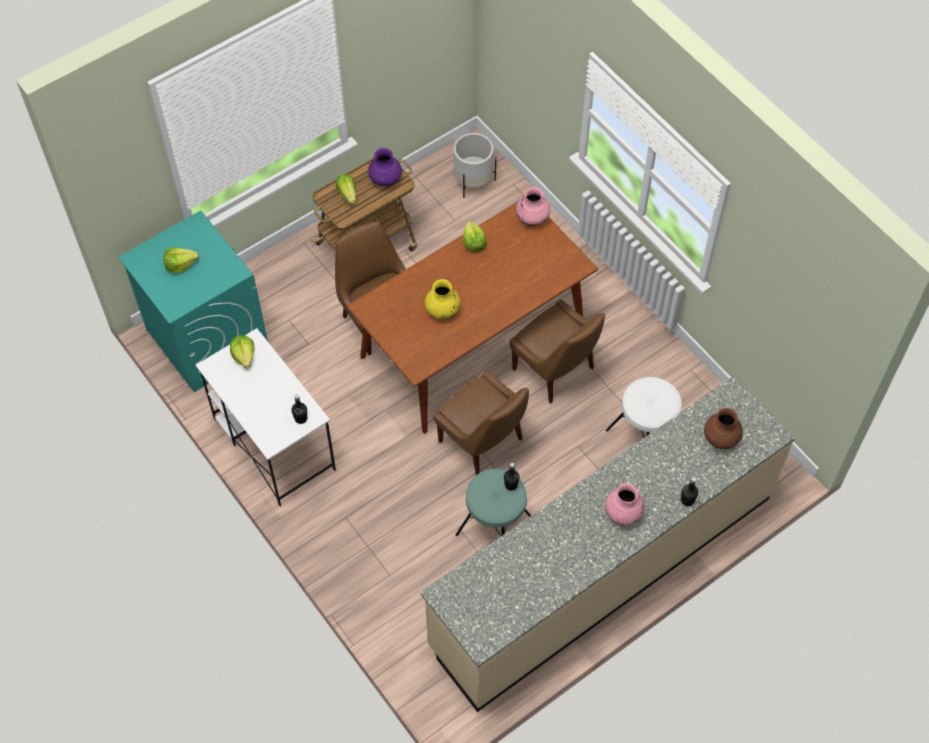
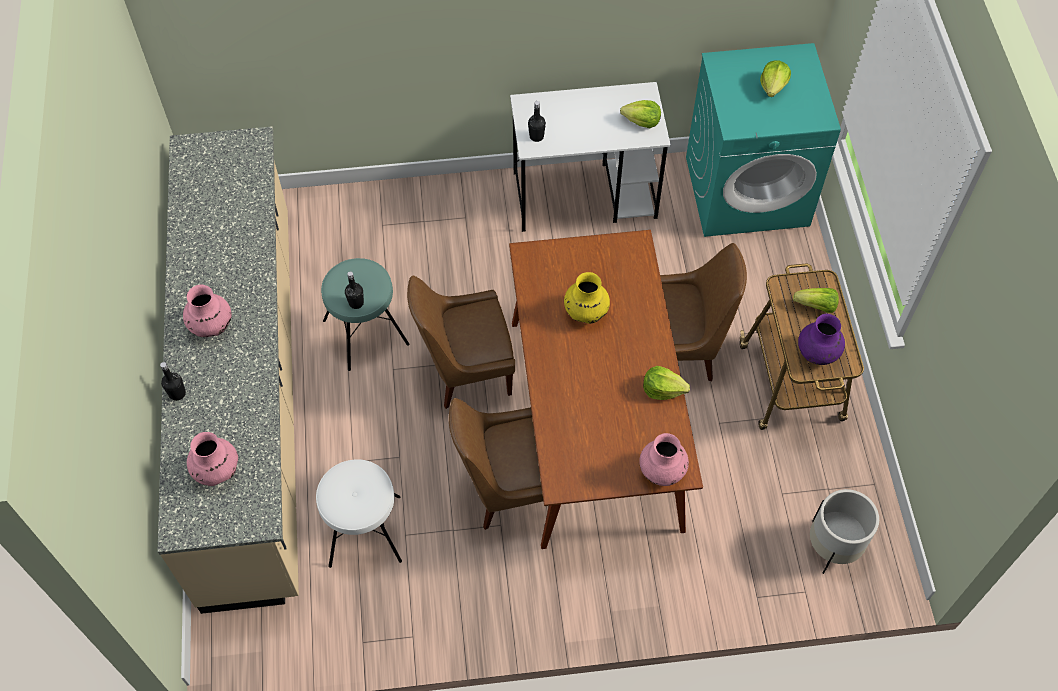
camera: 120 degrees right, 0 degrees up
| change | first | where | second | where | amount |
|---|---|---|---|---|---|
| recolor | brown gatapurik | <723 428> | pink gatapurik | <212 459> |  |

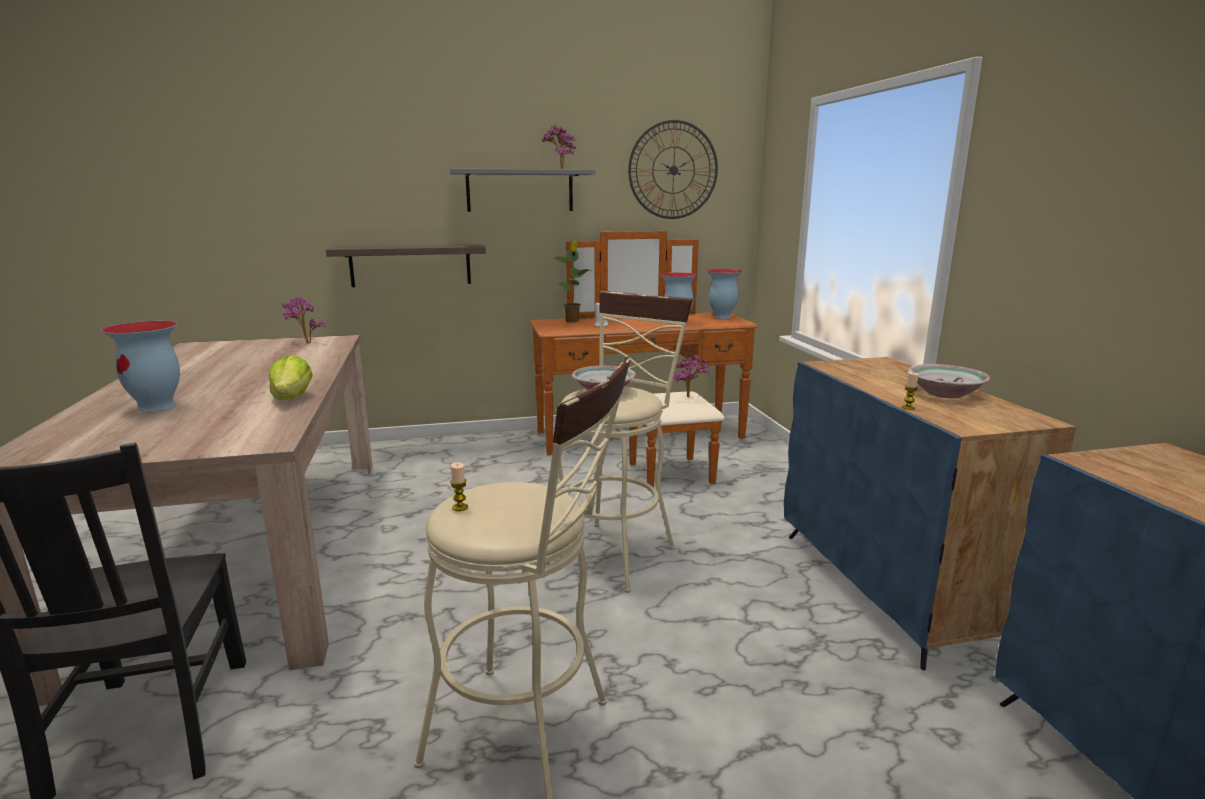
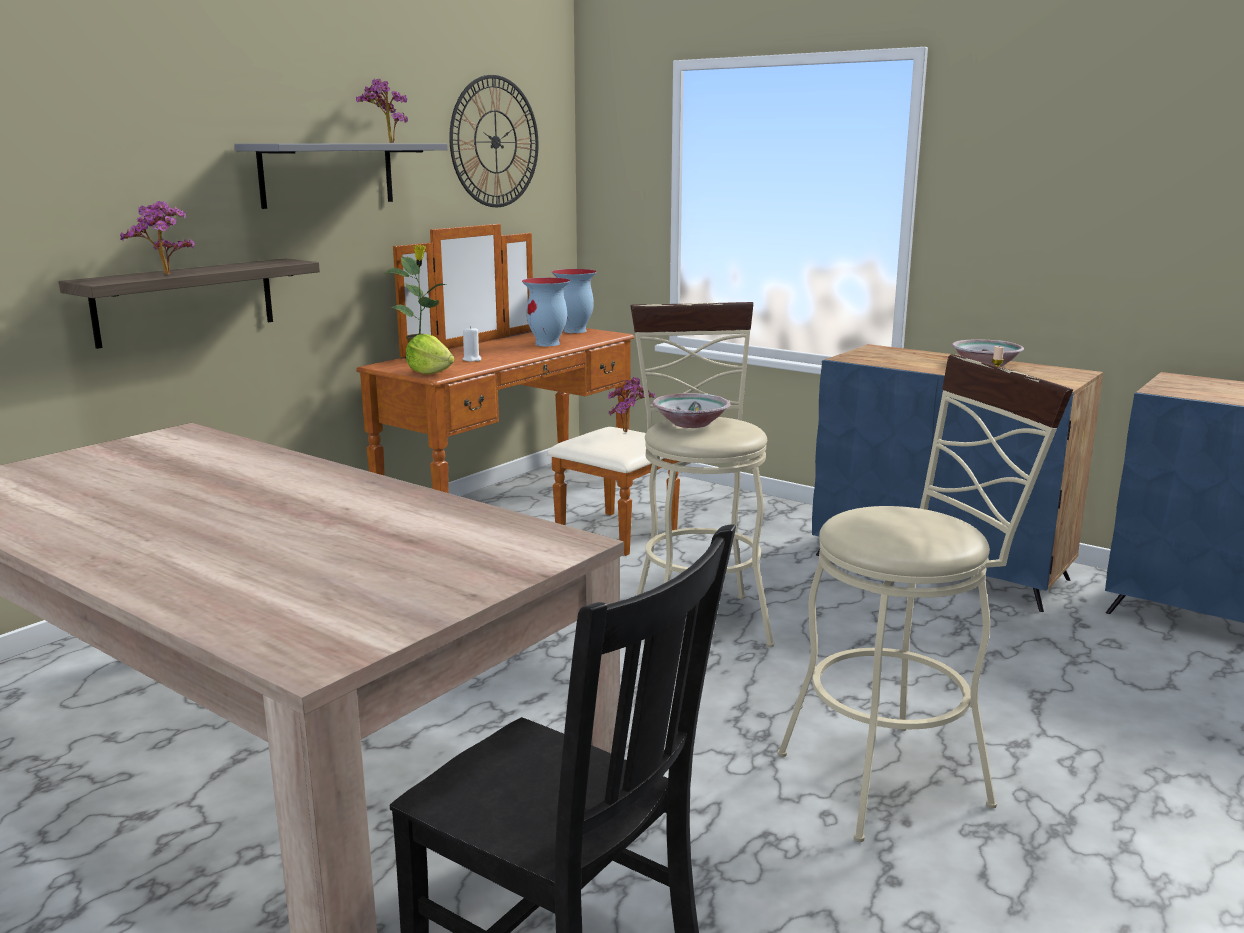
camera: 40 degrees left, 0 degrees up
| change | first | where | second | where | amount |
|---|---|---|---|---|---|
| move | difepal | <304 320> |  | <157 238> |  |
| delete | gatapurik | <140 366> |  |  |  |
| move | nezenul | <291 378> |  | <430 354> |  |
| delete | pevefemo | <459 486> |  |  |  |

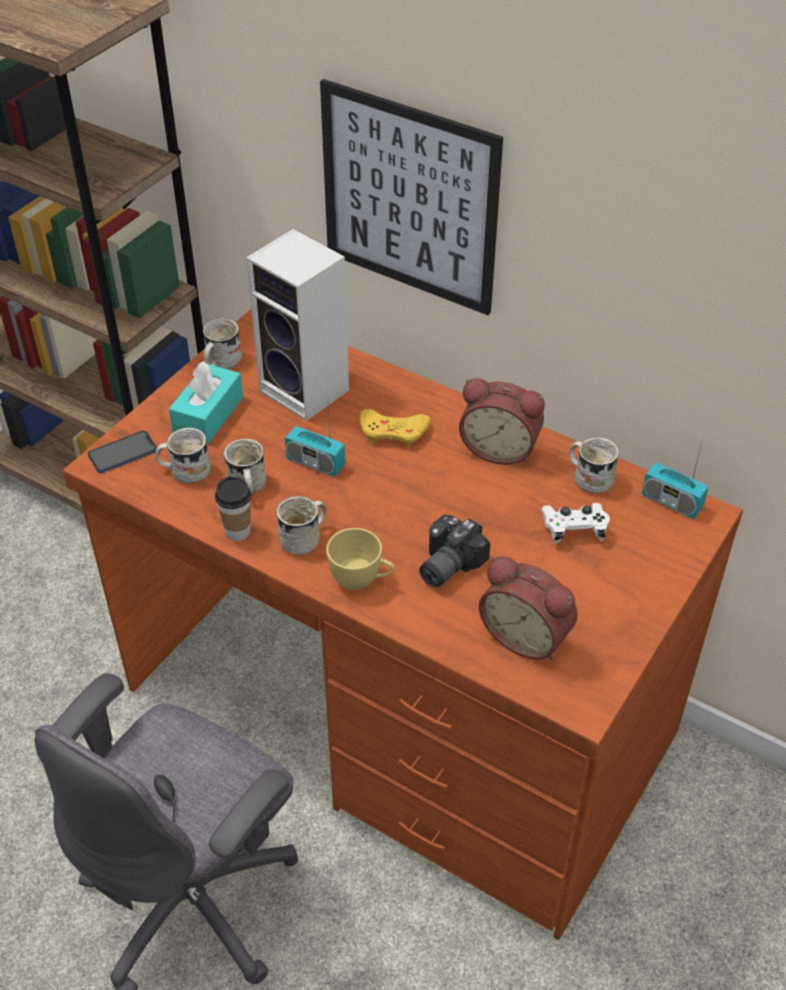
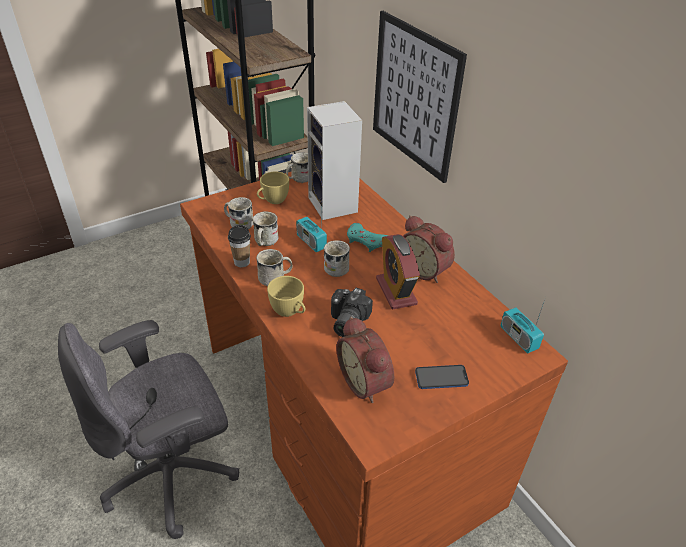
camera: 25 degrees right, 5 degrees down
| change | first | where | second | where | amount |
|---|---|---|---|---|---|
| replace | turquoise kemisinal | <206 402> | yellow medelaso | <273 187> |  |
| recolor | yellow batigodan | <395 428> | turquoise batigodan | <367 237> |  |
| move | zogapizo | <122 452> |  | <442 377> |  |
| move | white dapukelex | <594 465> |  | <337 258> |  |
| delete | white batigodan | <575 523> |  |  |  |
| rotate | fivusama | <454 551> |  | <352 312> | 45 degrees counterclockwise |
| insert |  |  | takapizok | <398 272> |  |

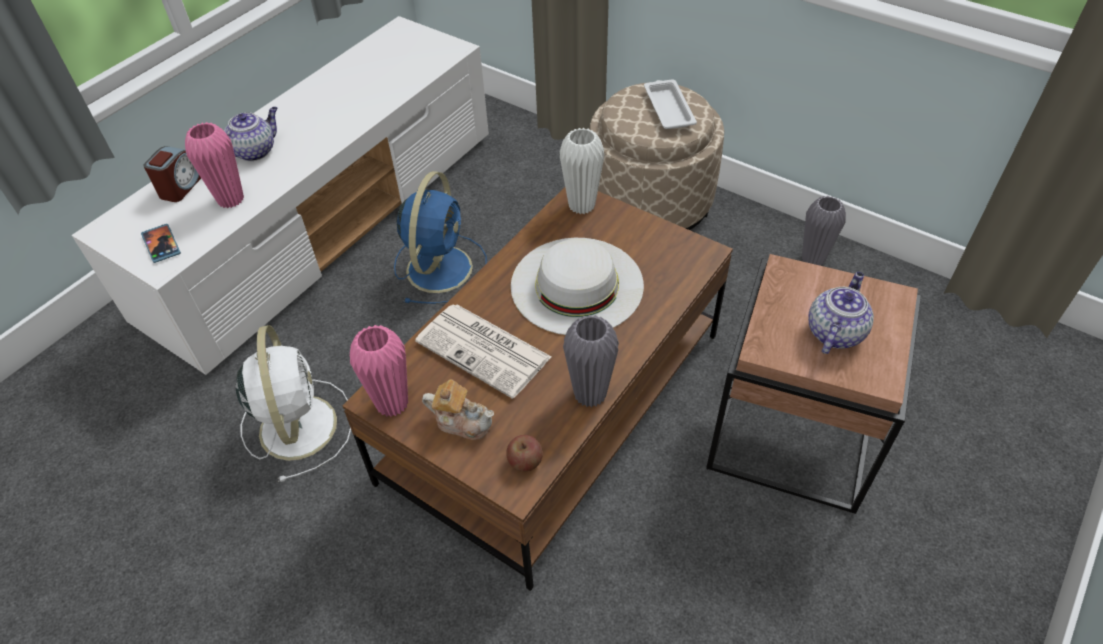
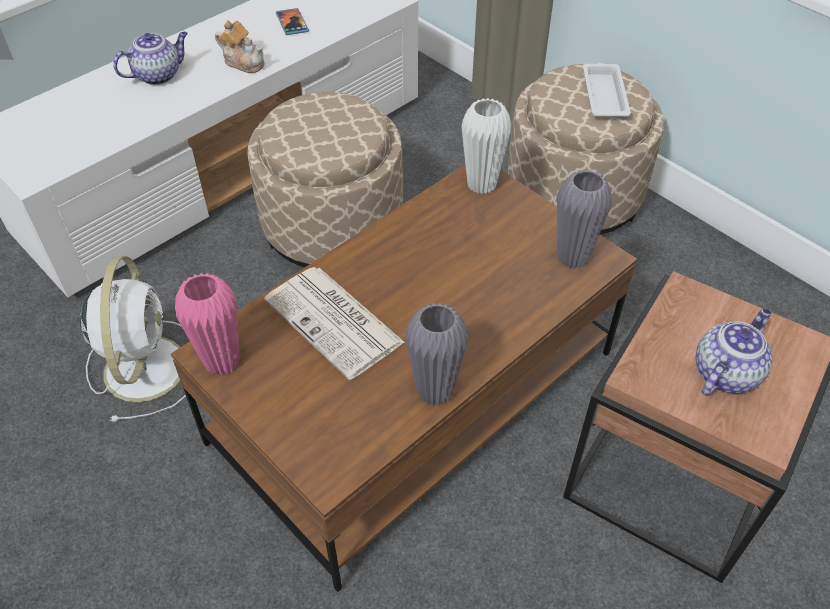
camera: 10 degrees right, 0 degrees up
| change | first | where | second | where | amount |
|---|---|---|---|---|---|
| delete | pink gatapurik | <214 165> |  |  |  |
| delete | takapizok | <172 174> |  |  |  |
| replace | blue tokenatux | <440 237> | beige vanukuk | <325 179> |  |
| move | grey gatapurik | <824 231> |  | <584 219> |  |
| move | zogapizo | <161 243> |  | <292 21> |  |
| delete | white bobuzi | <577 286> |  |  |  |
| move | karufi | <458 409> |  | <240 46> |  |
| delete | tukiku | <524 453> |  |  |  |

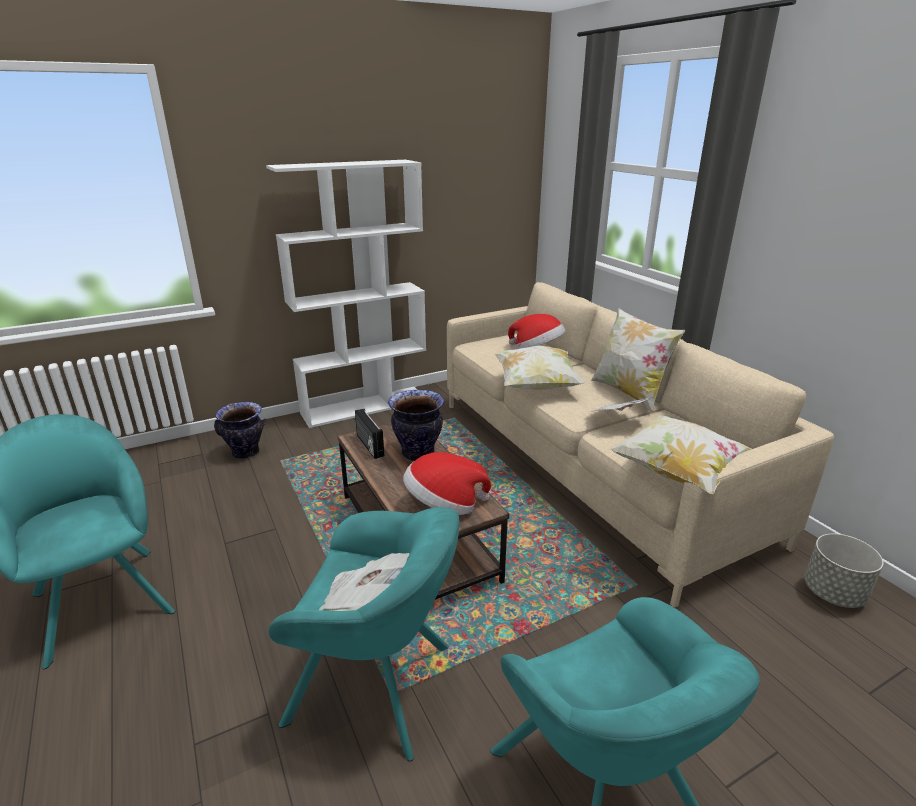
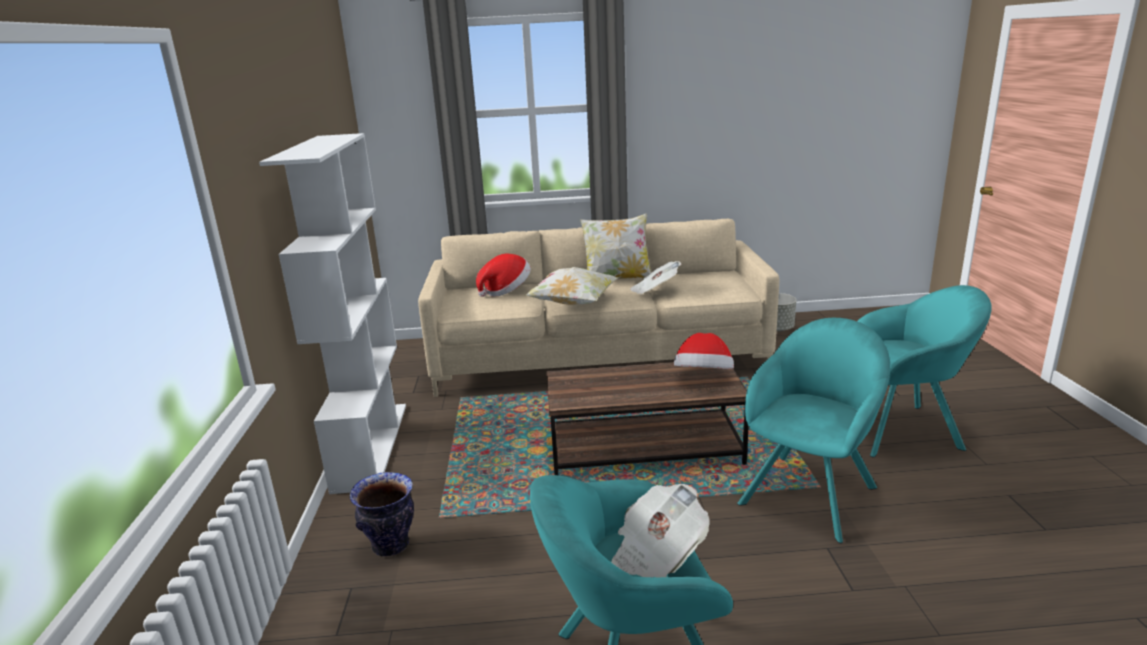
camera: 65 degrees left, 5 degrees down
| change | first | where | second | where | amount |
|---|---|---|---|---|---|
| delete | gatapurik | <416 425> |  |  |  |
| delete | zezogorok | <369 434> |  |  |  |
| delete | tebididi | <680 455> |  |  |  |
| move | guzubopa | <364 582> |  | <660 530> |  |

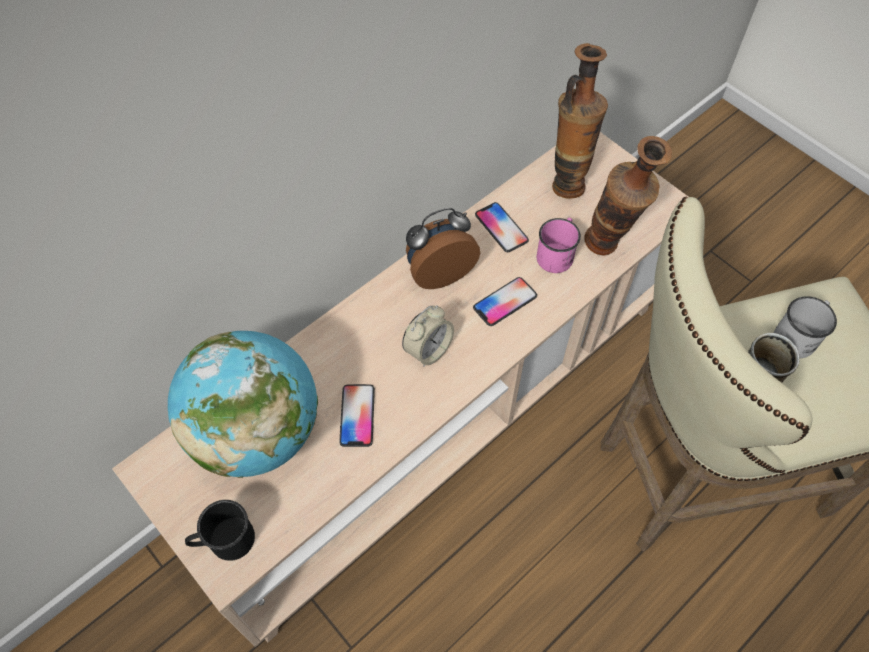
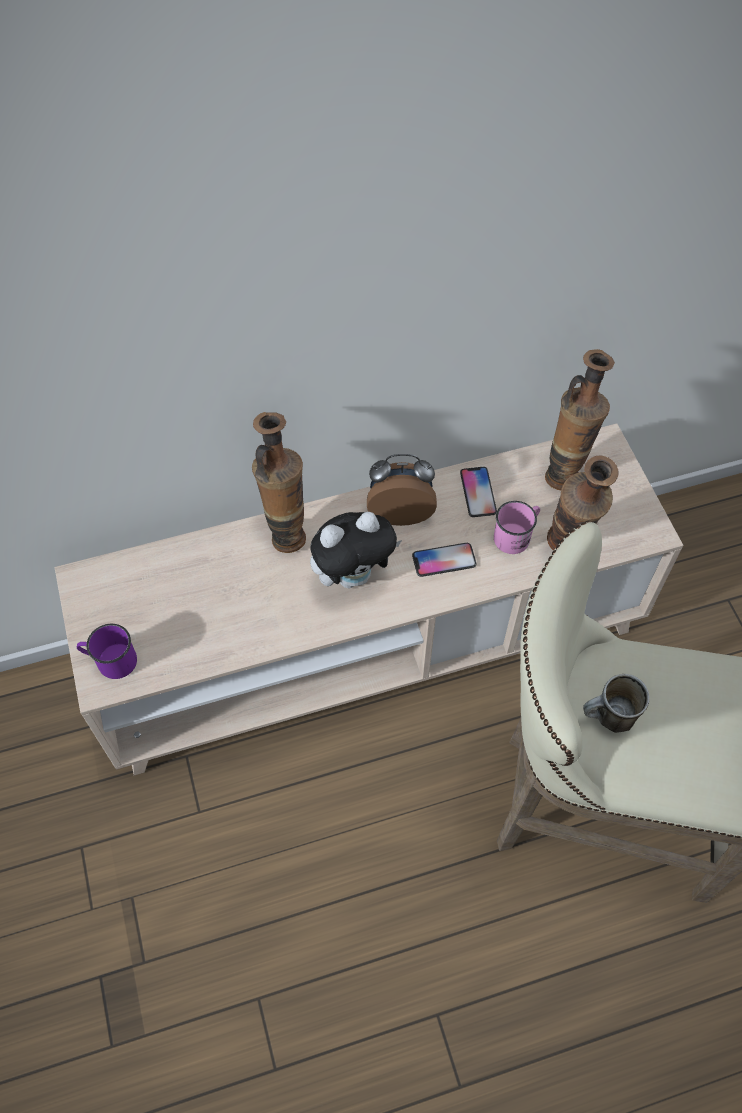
camera: 25 degrees right, 0 degrees up
| change | first | where | second | where | amount |
|---|---|---|---|---|---|
| delete | white dapukelex | <805 327> |  |  |  |
| replace | takapizok | <428 336> | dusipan | <356 550> |  |
| delete | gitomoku | <243 404> |  |  |  |
| delete | zogapizo | <357 415> |  |  |  |
| recolor | black dapukelex | <220 530> | purple dapukelex | <107 651> |  |
| insert |  |  | gatapurik | <279 482> |  |

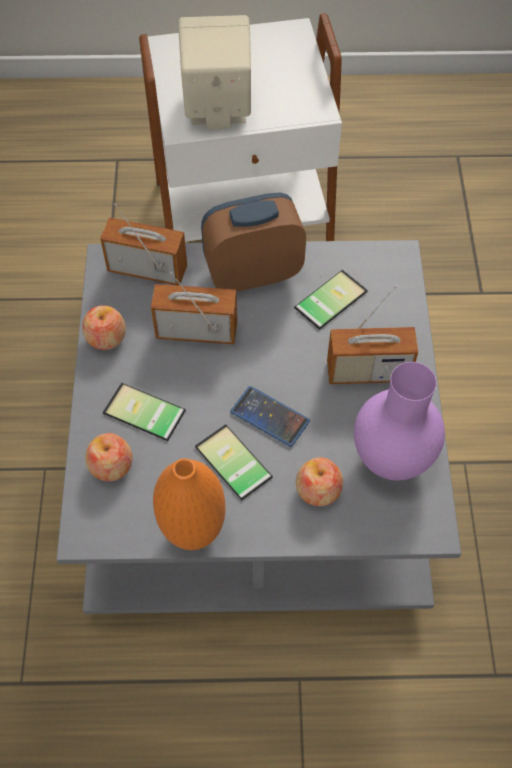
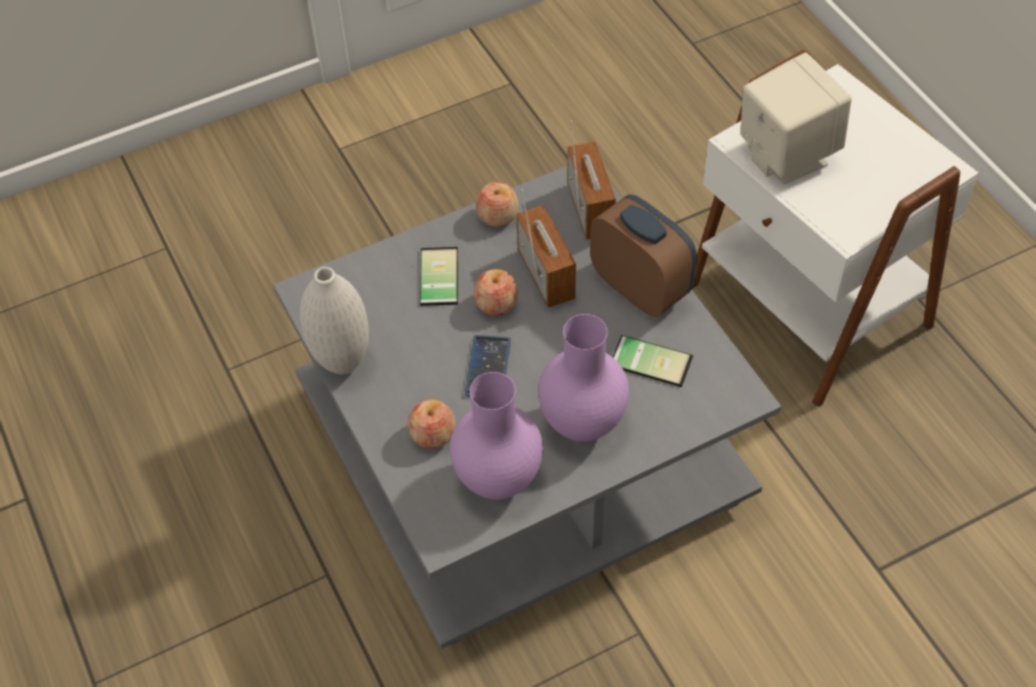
camera: 65 degrees right, 5 degrees down
| change | first | where | second | where | amount |
|---|---|---|---|---|---|
| replace | zezogorok | <372 334> | purple gatapurik | <583 377> |  |
| delete | zogapizo | <234 462> |  |  |  |
| move | tukiku | <109 457> |  | <496 292> |  |
| recolor | orange gatapurik | <189 504> | white gatapurik | <334 321> |  |

